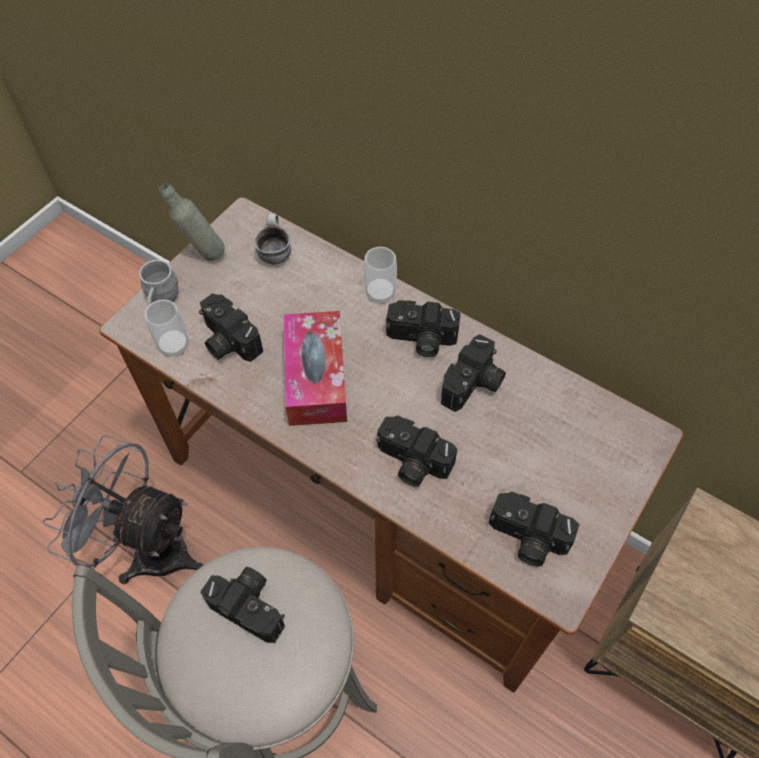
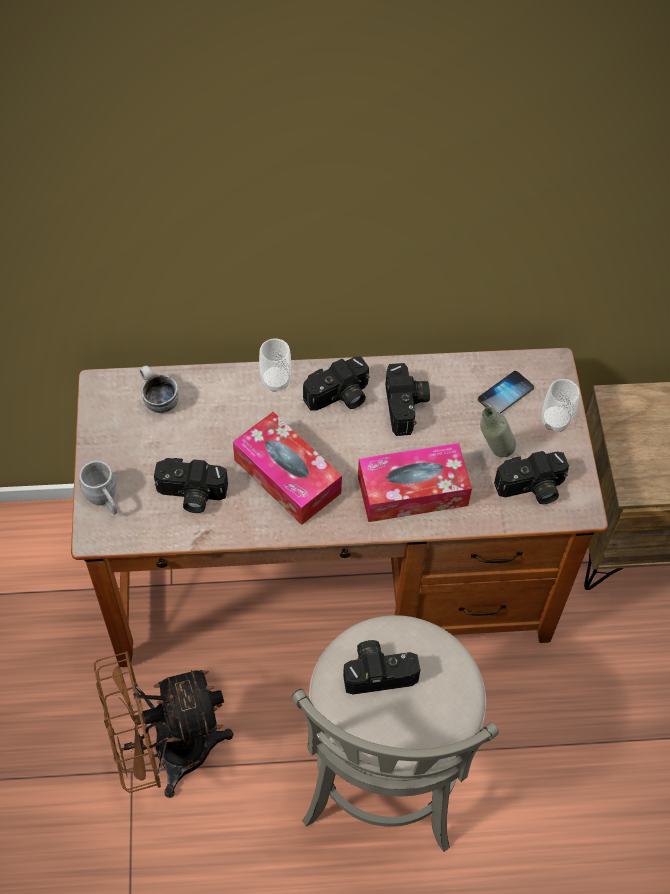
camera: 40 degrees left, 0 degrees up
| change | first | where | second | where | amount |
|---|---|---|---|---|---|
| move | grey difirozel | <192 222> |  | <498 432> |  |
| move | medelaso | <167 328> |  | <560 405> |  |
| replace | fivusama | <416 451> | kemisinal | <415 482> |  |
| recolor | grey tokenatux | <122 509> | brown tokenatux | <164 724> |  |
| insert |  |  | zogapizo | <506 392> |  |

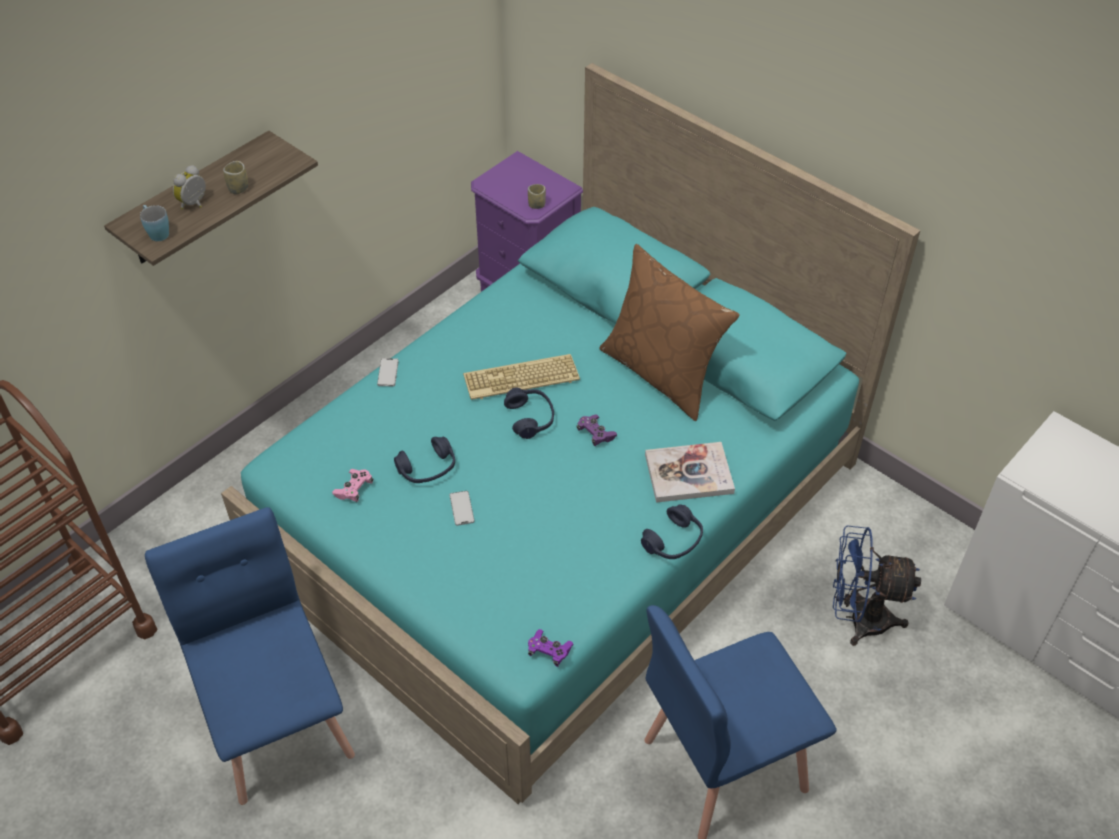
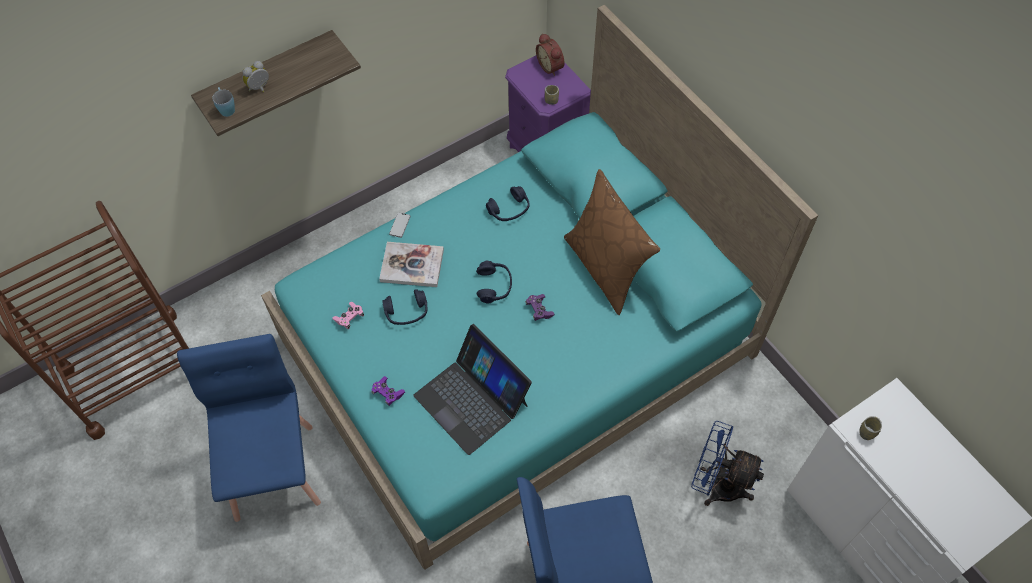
camera: 15 degrees right, 10 degrees up
| change | first | where | second | where | amount |
|---|---|---|---|---|---|
| move | medelaso | <235 177> |  | <870 428> |  |
| delete | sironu | <521 377> |  |  |  |
| move | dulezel | <690 472> |  | <411 264> |  |
| delete | zogapizo | <462 508> |  |  |  |
| move | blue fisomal | <672 531> |  | <508 203> |  |
| move | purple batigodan | <551 648> |  | <388 391> |  |
| insert |  |  | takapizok | <550 54> |  |
| insert |  |  | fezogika | <472 389> |  |

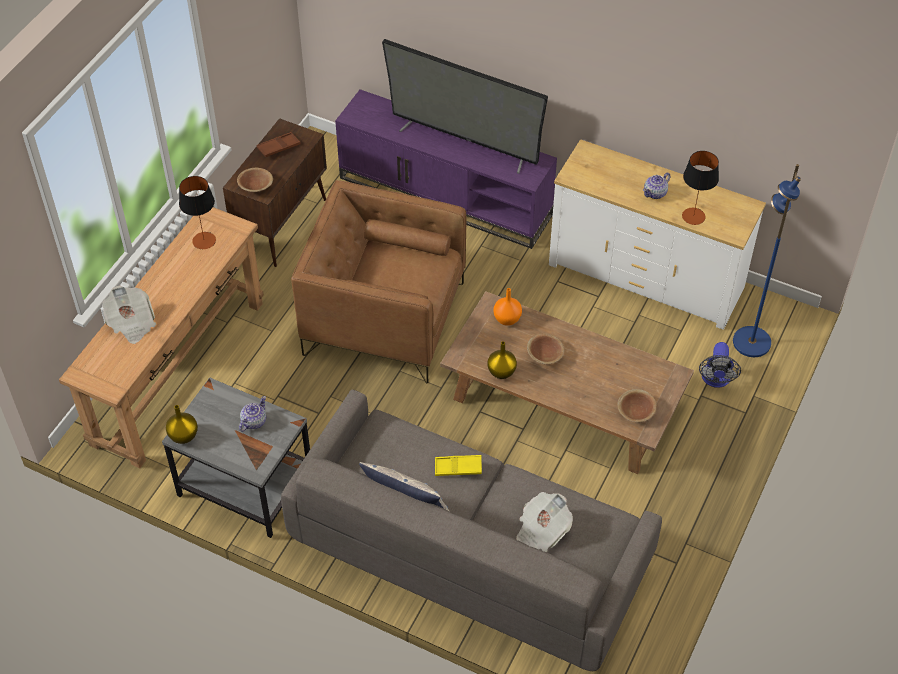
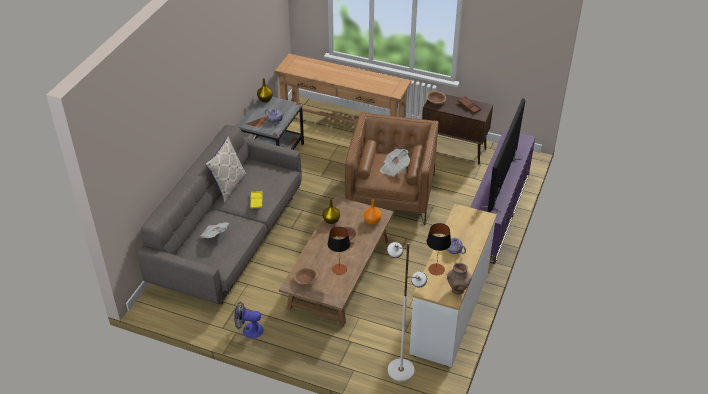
camera: 85 degrees right, 10 degrees down
| change | first | where | second | where | amount |
|---|---|---|---|---|---|
| recolor | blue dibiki | <767 260> | white dibiki | <407 312> |  |
| move | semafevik | <197 212> |  | <339 251> |  |
| move | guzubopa | <129 314> |  | <395 163> |  |
| move | tokenatux | <720 365> |  | <248 319> |  |
| insert |  |  | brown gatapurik | <459 279> |  |

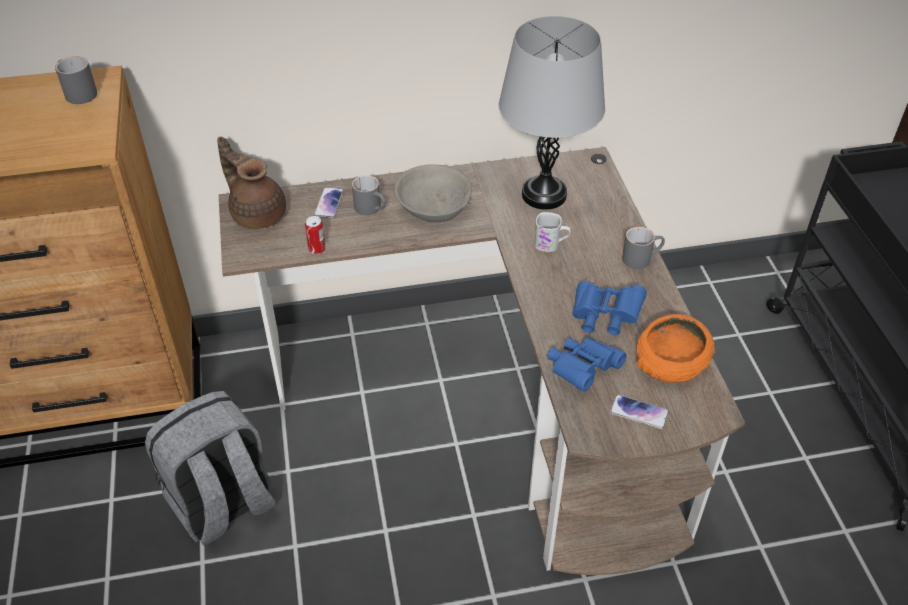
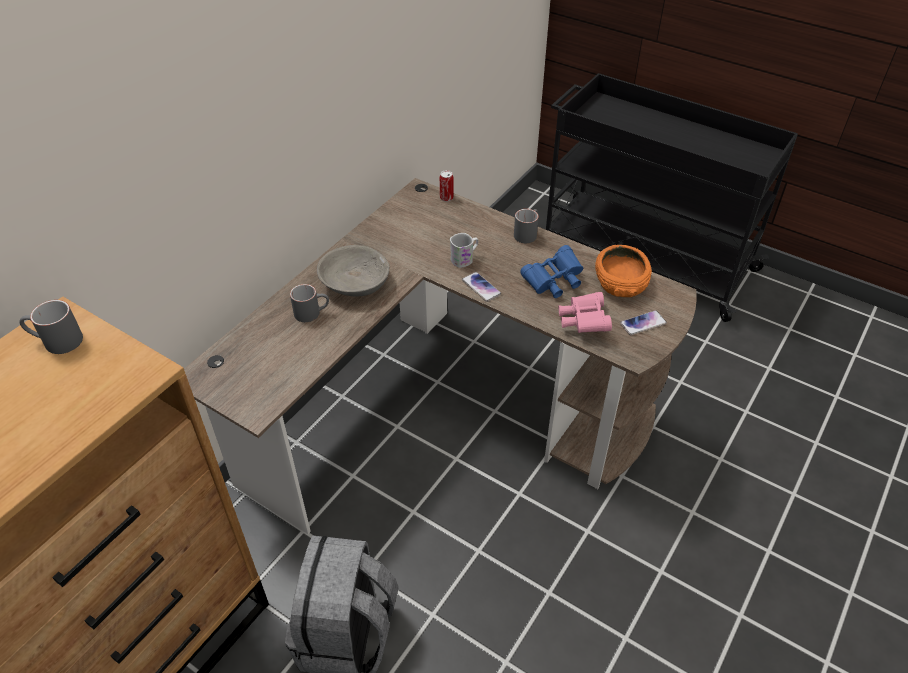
camera: 45 degrees left, 0 degrees up
| change | first | where | second | where | amount |
|---|---|---|---|---|---|
| delete | grey semafevik | <552 113> |  |  |  |
| delete | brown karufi | <251 182> |  |  |  |
| move | zogapizo | <329 202> |  | <481 287> |  |
| move | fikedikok | <315 235> |  | <446 186> |  |
| recolor | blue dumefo | <586 364> | pink dumefo | <585 312> |  |

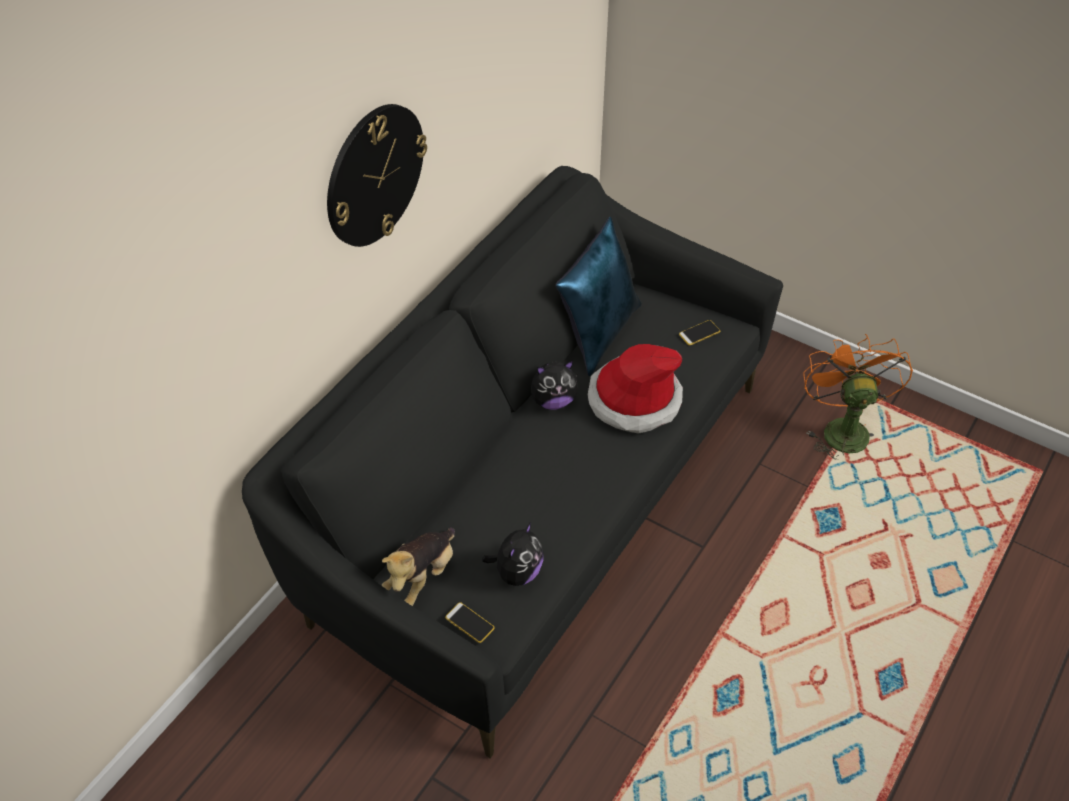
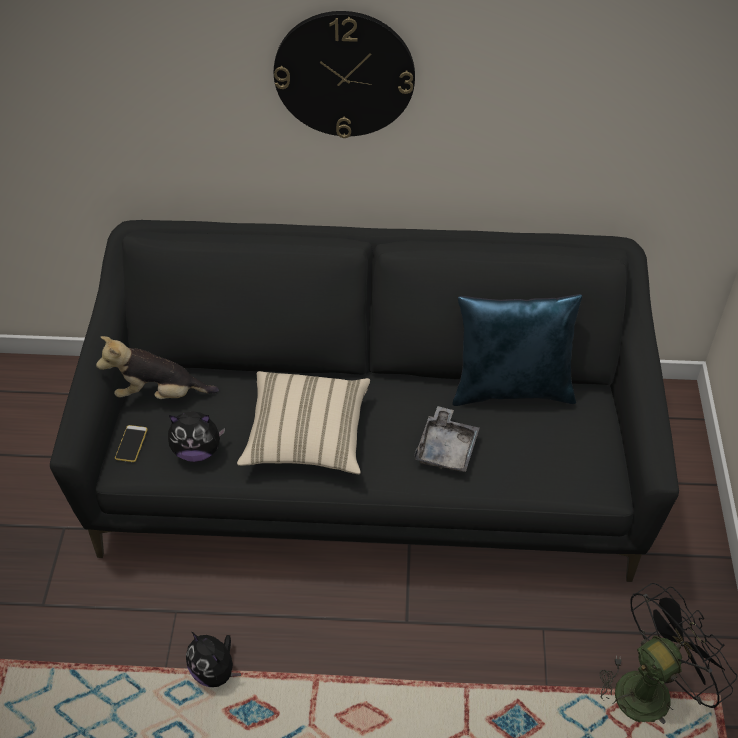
camera: 60 degrees right, 0 degrees up
| change | first | where | second | where | amount |
|---|---|---|---|---|---|
| delete | zogapizo | <699 332> |  |  |  |
| recolor | orange tokenatux | <858 396> | black tokenatux | <668 653> |  |
| replace | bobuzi | <635 389> | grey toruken | <447 439> |  |
| move | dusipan | <554 385> |  | <213 659> |  |
| insert |  |  | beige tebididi | <303 422> |  |

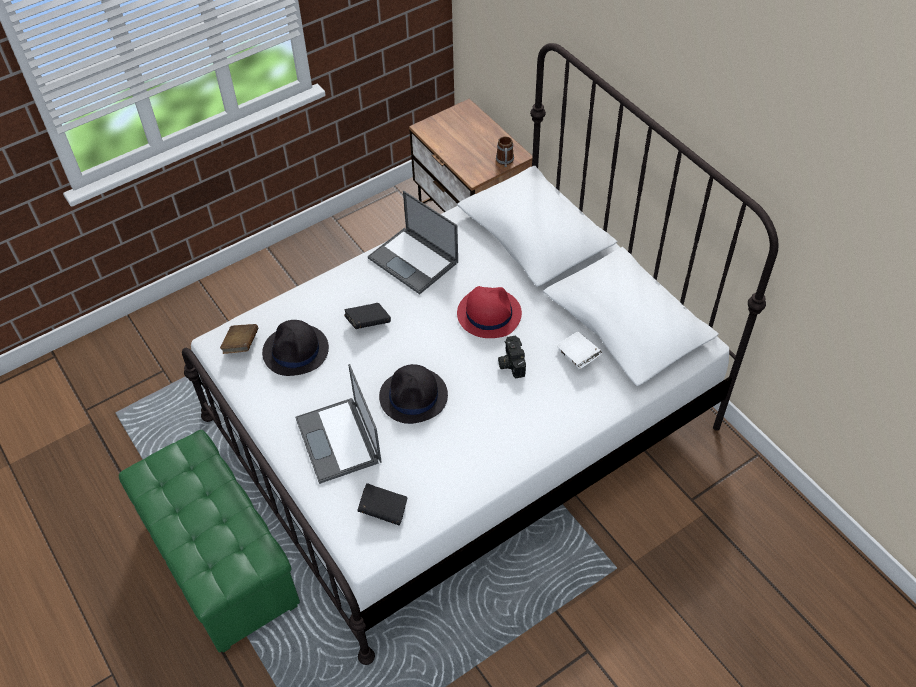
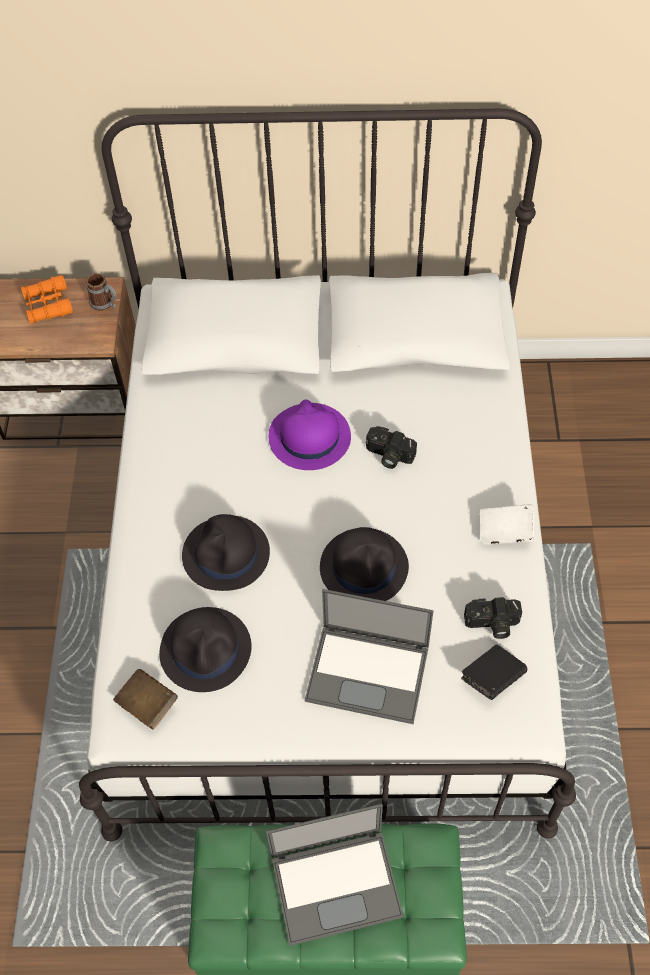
camera: 55 degrees left, 5 degrees up
| change | first | where | second | where | amount |
|---|---|---|---|---|---|
| move | fezogika | <413 242> |  | <334 875> |  |
| recolor | red bobuzi | <489 312> | purple bobuzi | <310 435> |  |
| replace | black dulezel | <367 316> | black bobuzi | <226 552> |  |
| move | white dulezel | <579 350> |  | <507 524> |  |
| insert |  |  | orange dumefo | <47 299> |  |
| insert |  |  | fivusama | <493 618> |  |

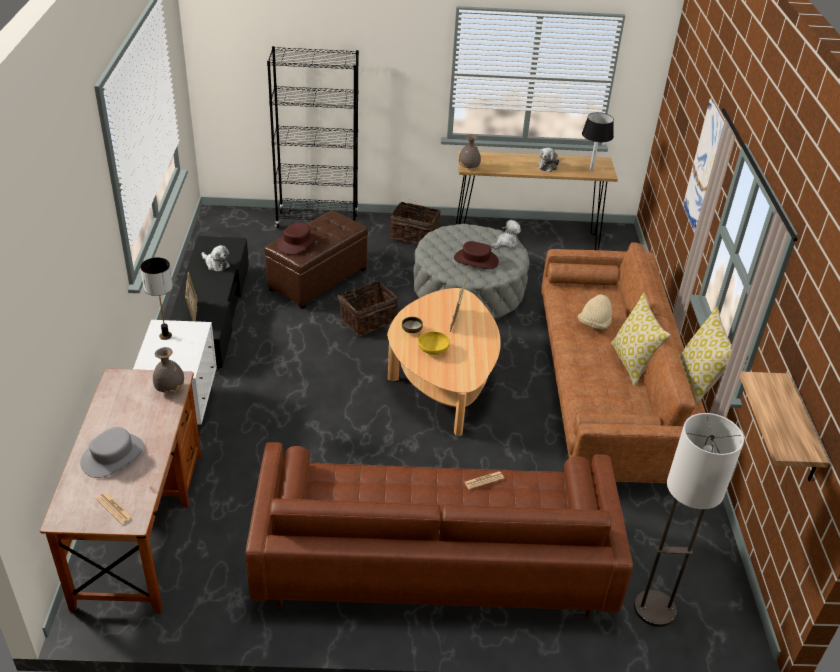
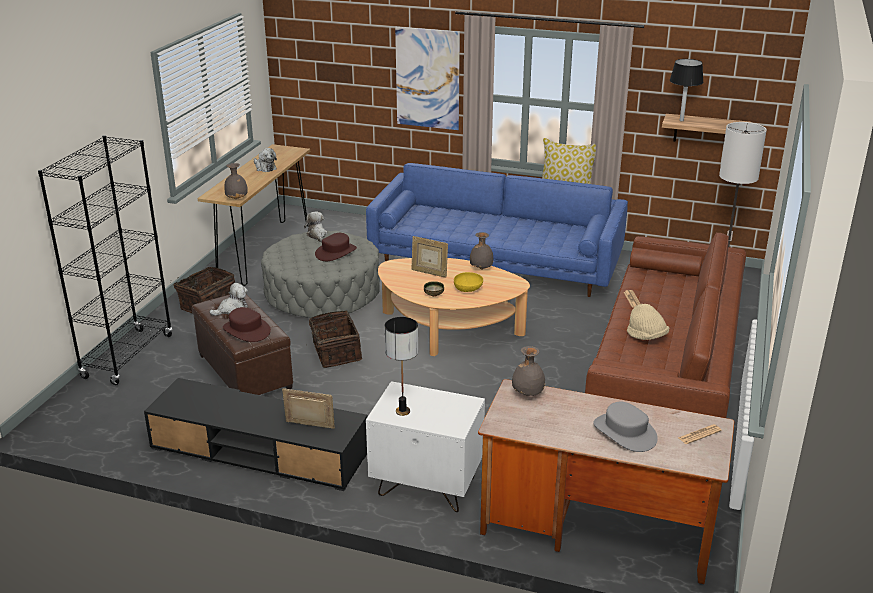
camera: 70 degrees left, 10 degrees down
| change | first | where | second | where | amount |
|---|---|---|---|---|---|
| move | black semafevik | <598 141> |  | <687 90> |  |
| recolor | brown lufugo | <623 362> | blue lufugo | <497 230> |  |
| move | dusipan | <216 258> |  | <228 299> |  |
| delete | tebididi | <641 340> |  |  |  |
| move | beige bobuzi | <595 311> |  | <648 322> |  |
| insert |  |  | grey gatapurik | <482 250> |  |

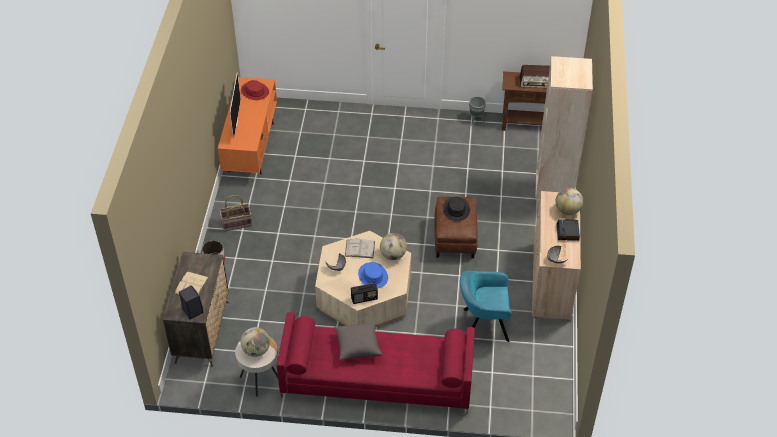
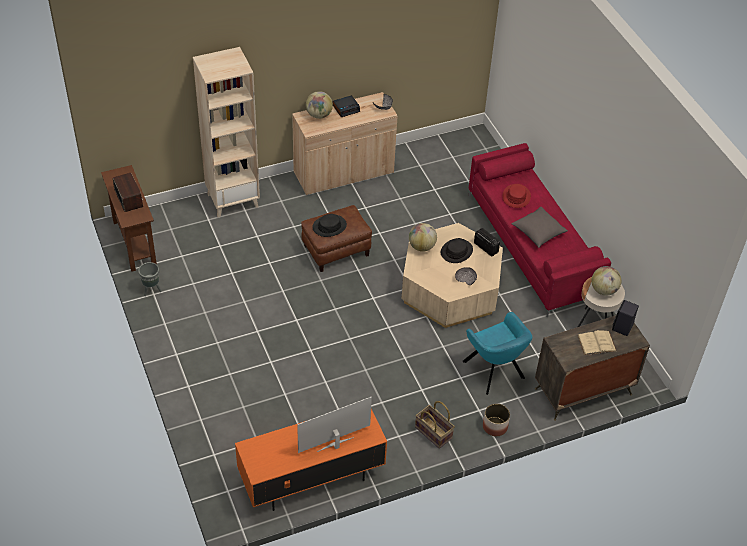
camera: 120 degrees left, 0 degrees up
| change | first | where | second | where | amount |
|---|---|---|---|---|---|
| move | red bobuzi | <255 90> |  | <516 196> |  |
| delete | white dulezel | <360 248> |  |  |  |
| recolor | blue bobuzi | <373 275> | black bobuzi | <457 250> |  |
| move | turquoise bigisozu | <485 306> |  | <497 353> |  |

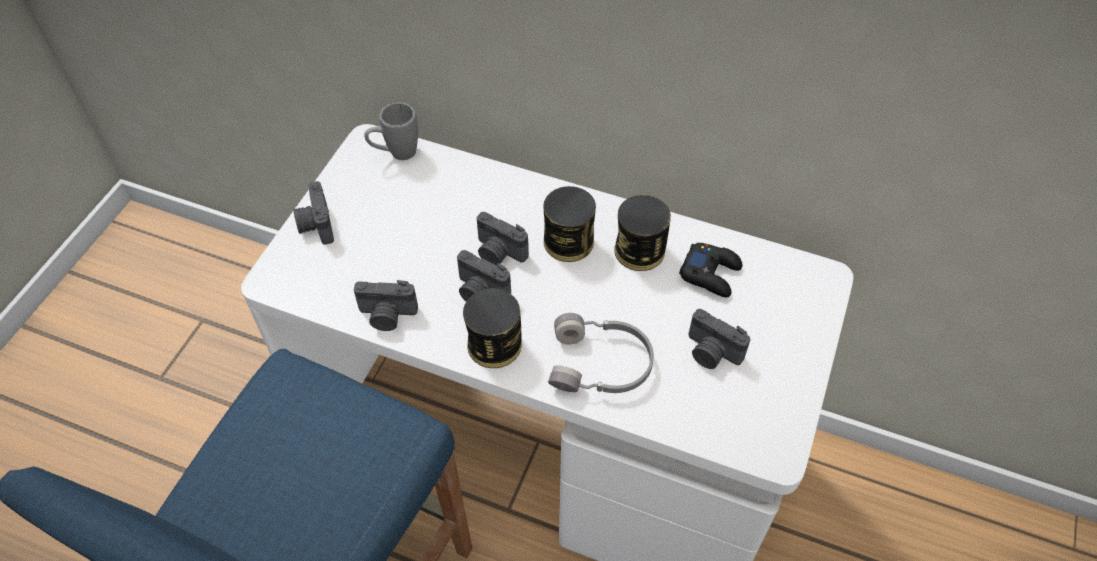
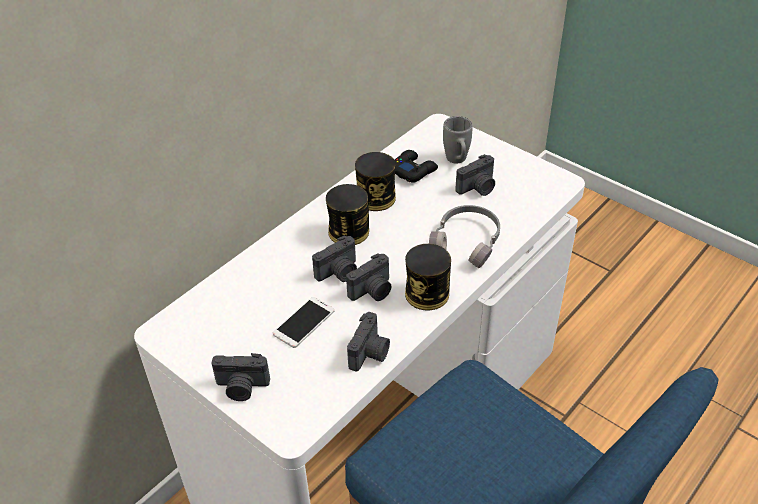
camera: 70 degrees left, 10 degrees down
| change | first | where | second | where | amount |
|---|---|---|---|---|---|
| move | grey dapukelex | <391 131> |  | <458 139> |  |
| insert |  |  | zogapizo | <303 322> |  |

